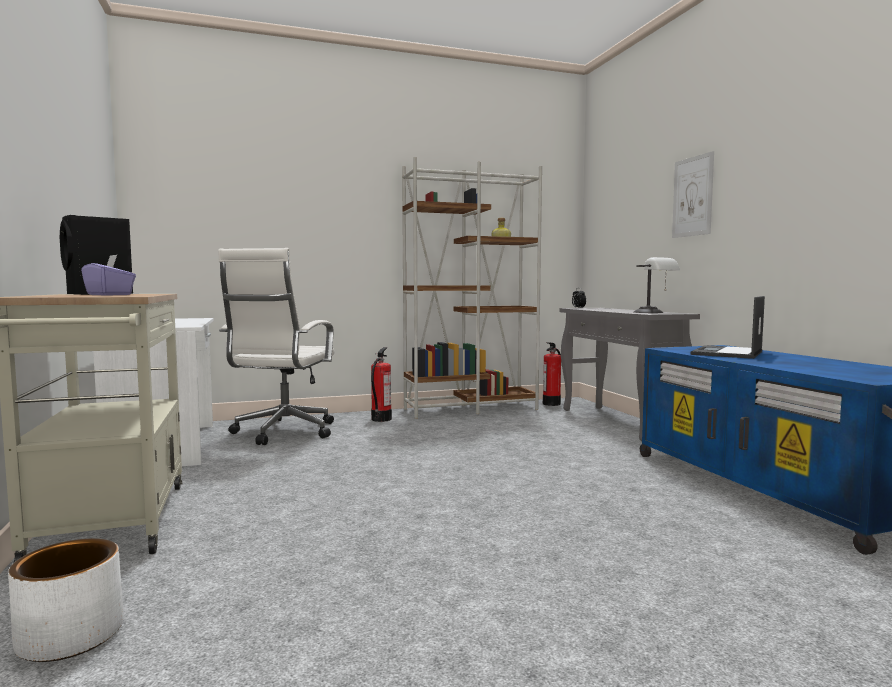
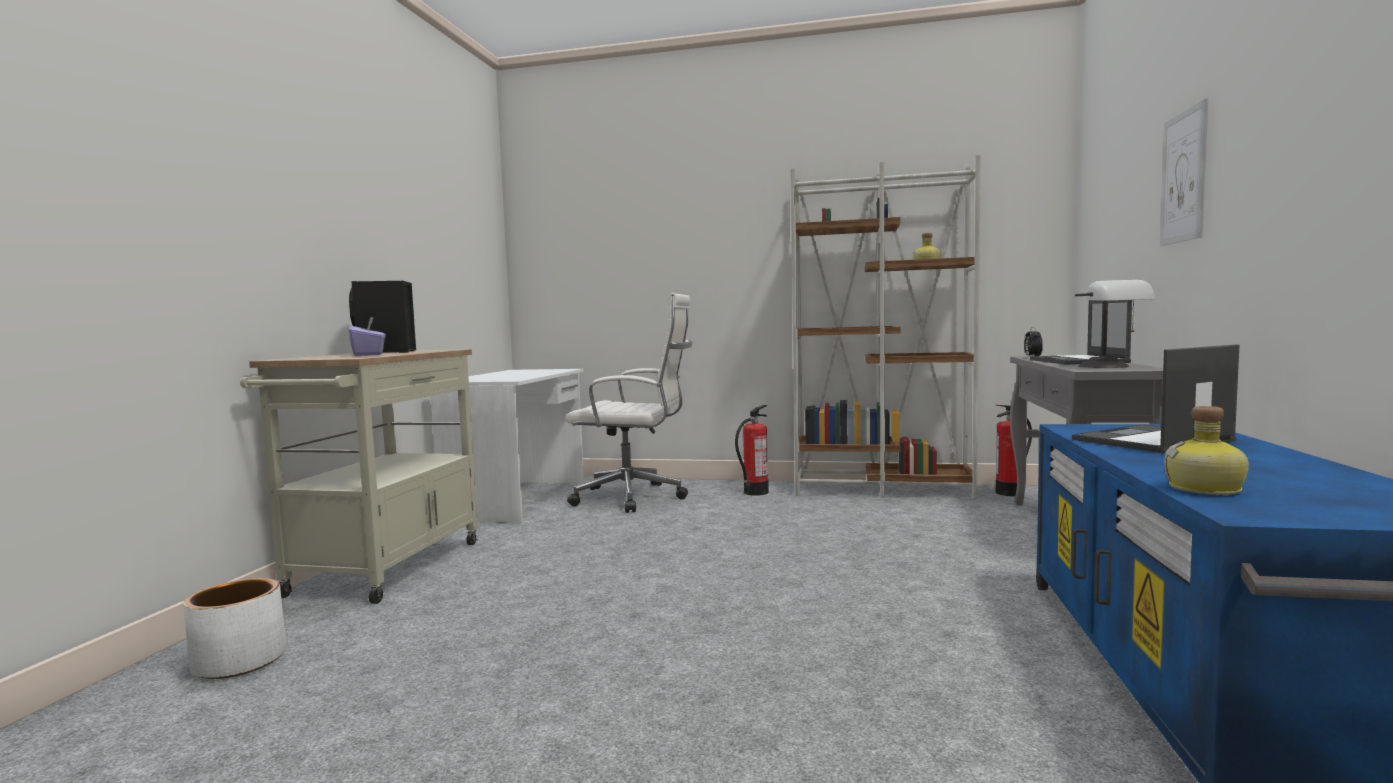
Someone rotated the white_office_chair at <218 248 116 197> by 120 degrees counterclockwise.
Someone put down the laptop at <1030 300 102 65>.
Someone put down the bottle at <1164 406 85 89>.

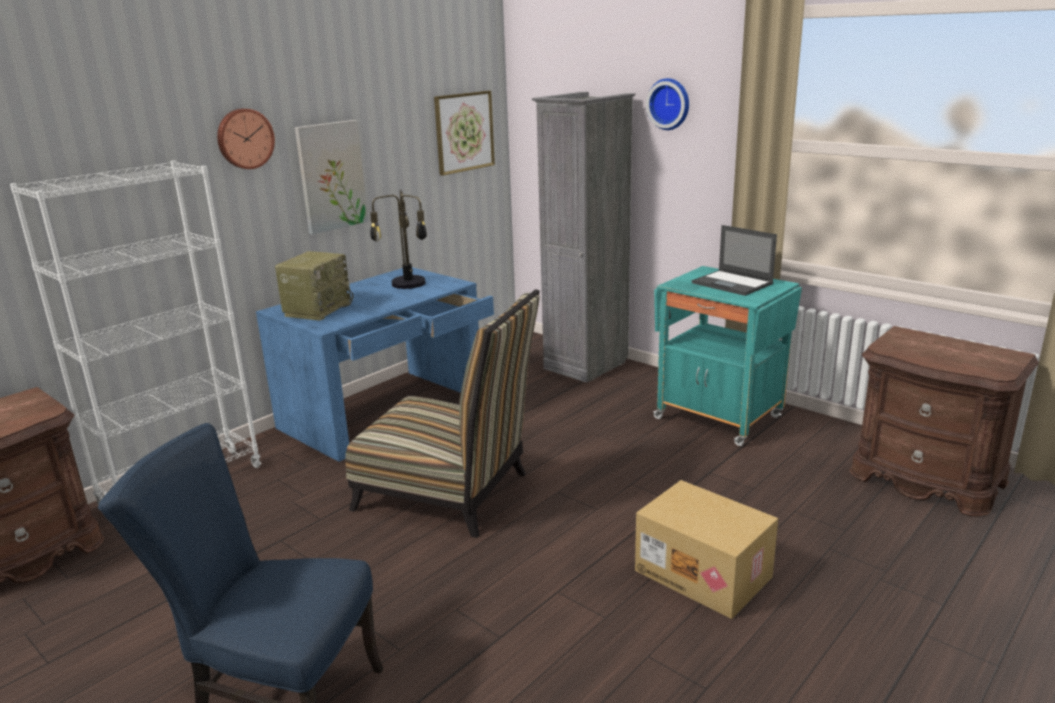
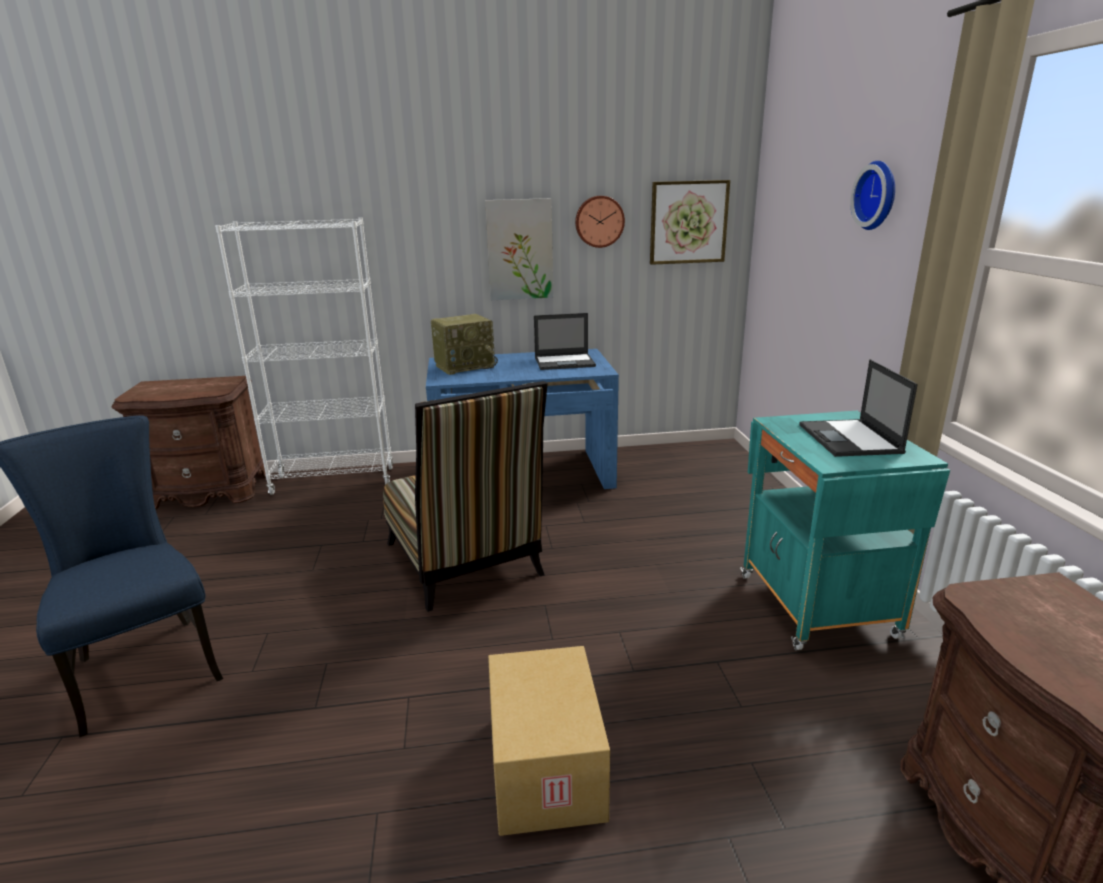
Someone carried the wall_clock from <217 109 58 60> to <575 196 50 52>.
Someone swapped the table_lamp at <370 189 57 100> for the laptop at <534 313 62 57>.
Someone took away the grey_cabinet at <531 92 105 291>.

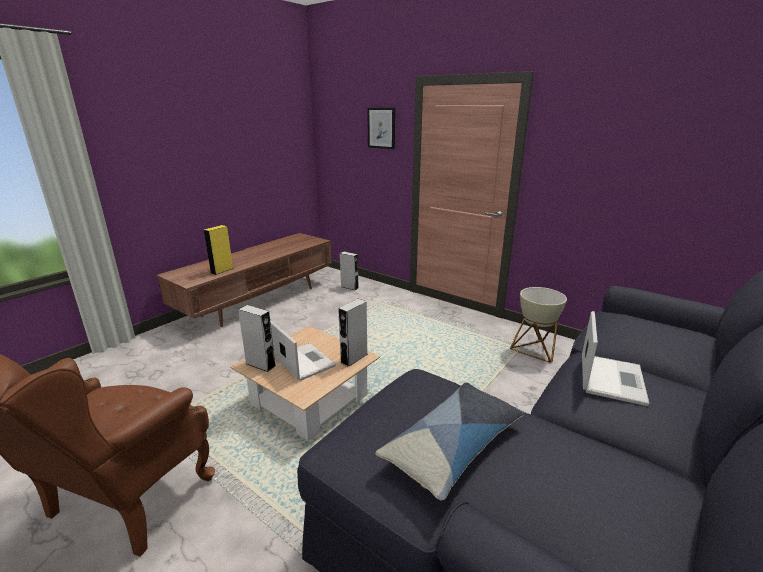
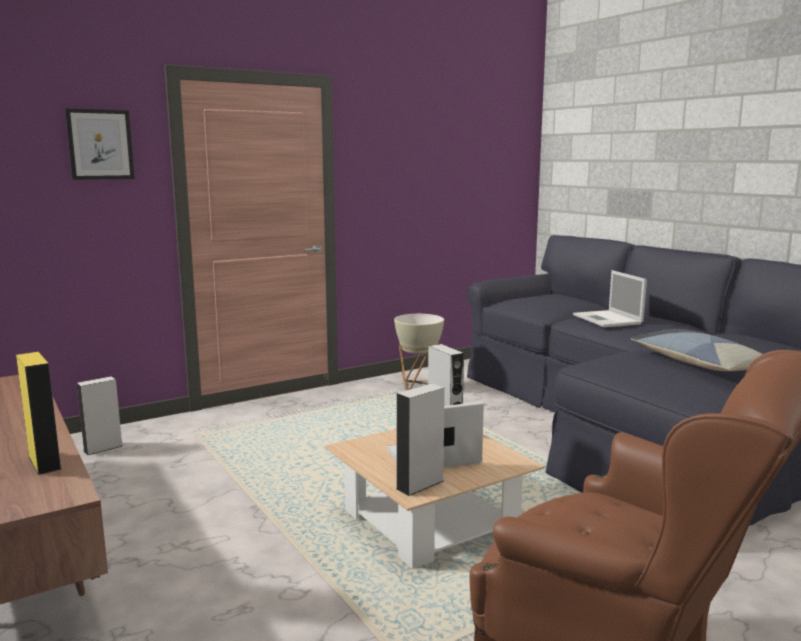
Someone rotated the laptop at <582 311 68 95> by 150 degrees counterclockwise.

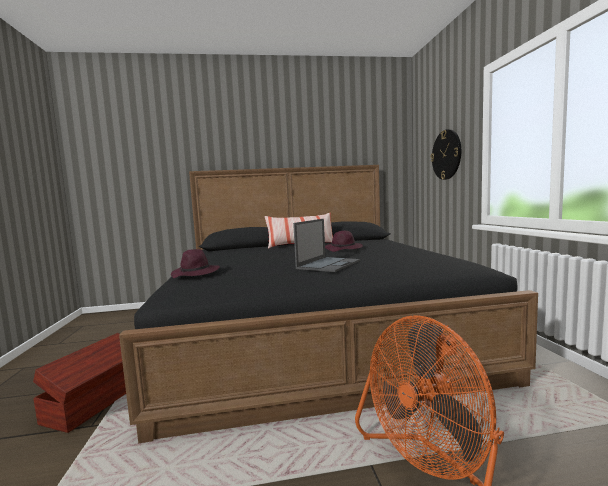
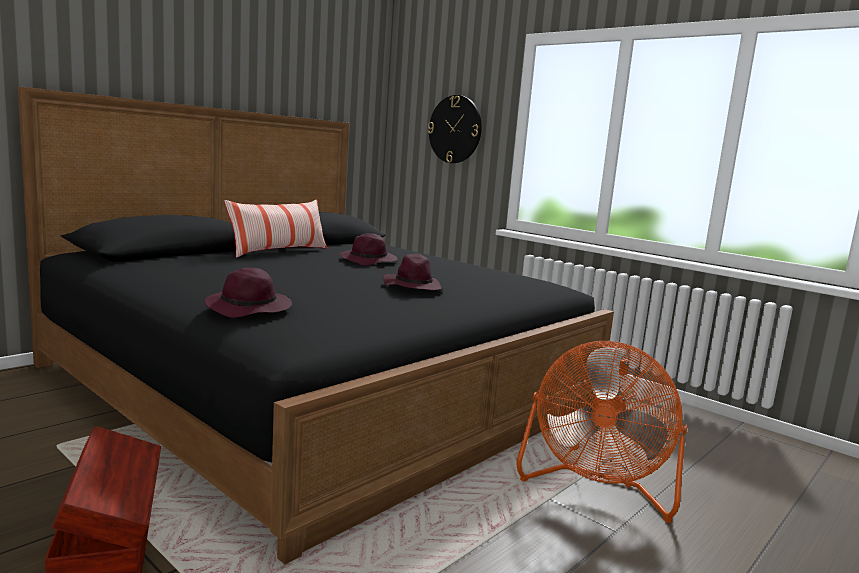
Someone swapped the laptop at <293 219 67 53> for the purple_hat at <383 254 60 36>.

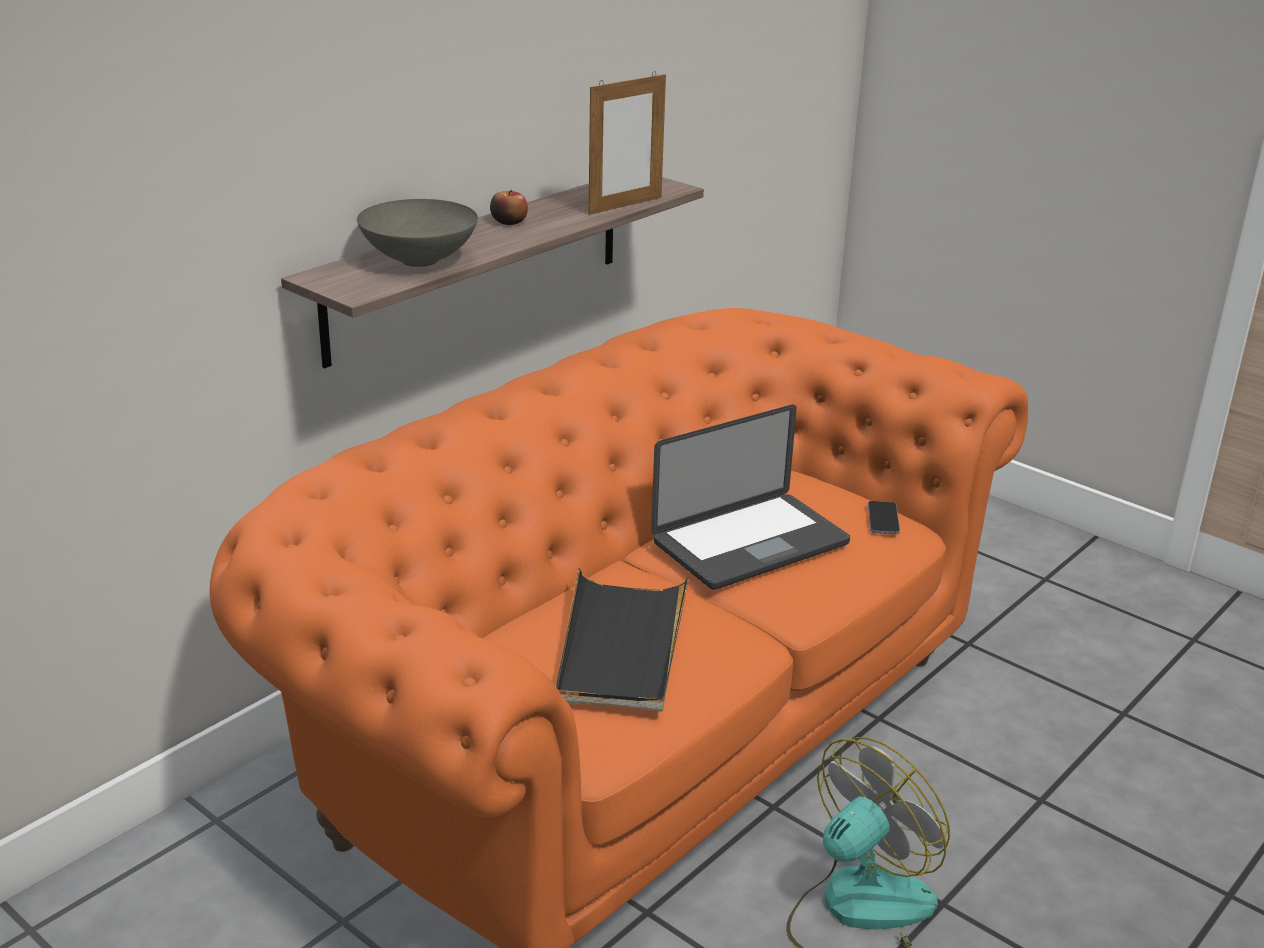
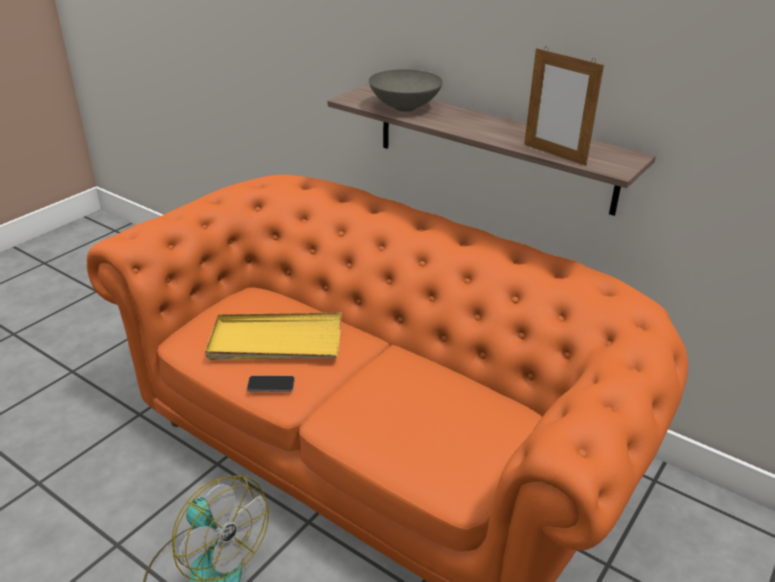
Someone took away the apple at <490 190 38 35>.
Someone repainted the black_tray at <556 568 133 143>, which became the yellow_tray at <205 312 137 48>.
Someone took away the laptop at <651 405 199 185>.
Someone carried the phone from <868 501 32 33> to <247 376 48 16>.

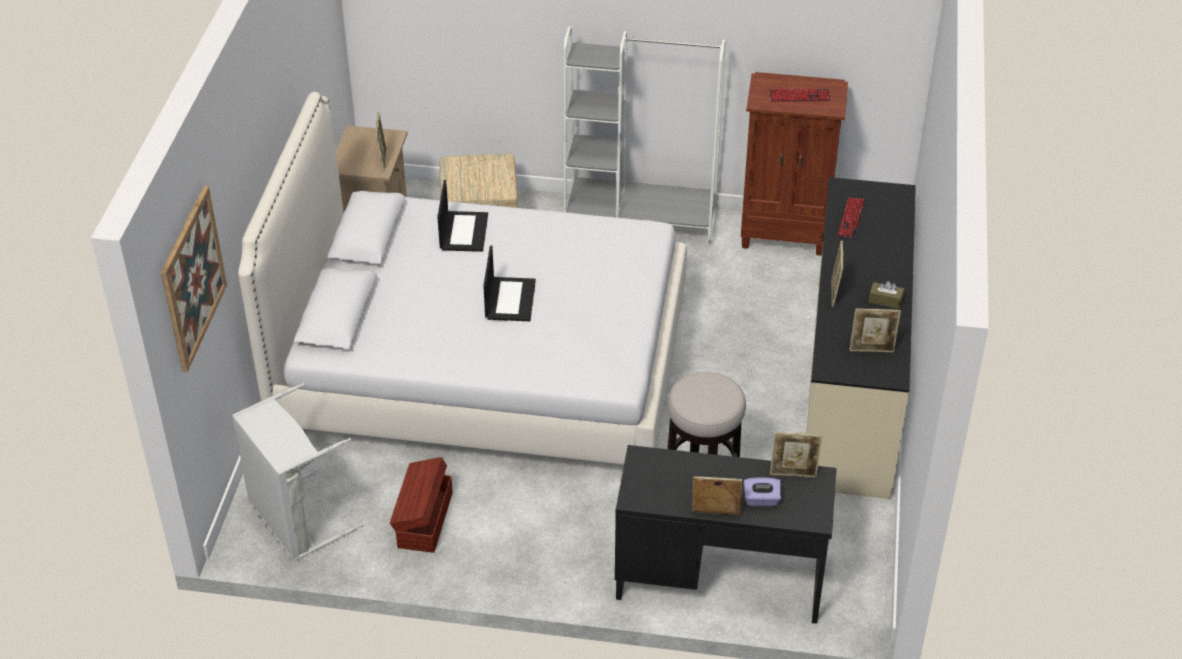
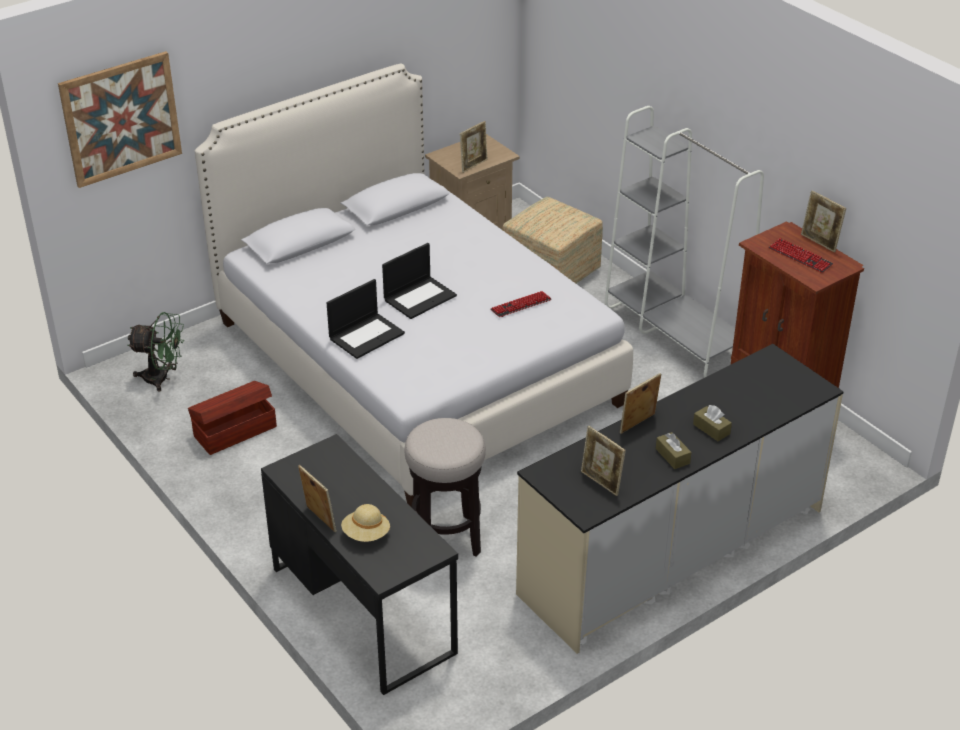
Someone swapped the grey_laundry_basket at <232 383 131 179> for the green_fan at <127 312 57 80>.
Someone carried the laptop from <437 180 51 72> to <327 279 78 80>.
Someone swapped the purple_tissue_box at <744 477 37 29> for the beige_hat at <341 504 49 38>.
Someone carried the picture_frame from <770 432 53 45> to <801 190 45 63>.
Someone carried the keyboard from <837 197 28 41> to <490 291 61 26>.
Someone put down the brown_tissue_box at <693 405 39 36>.

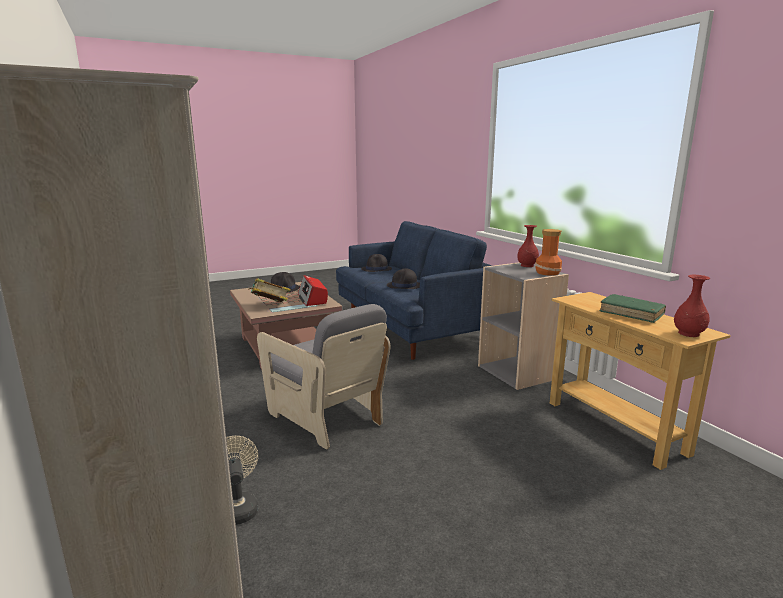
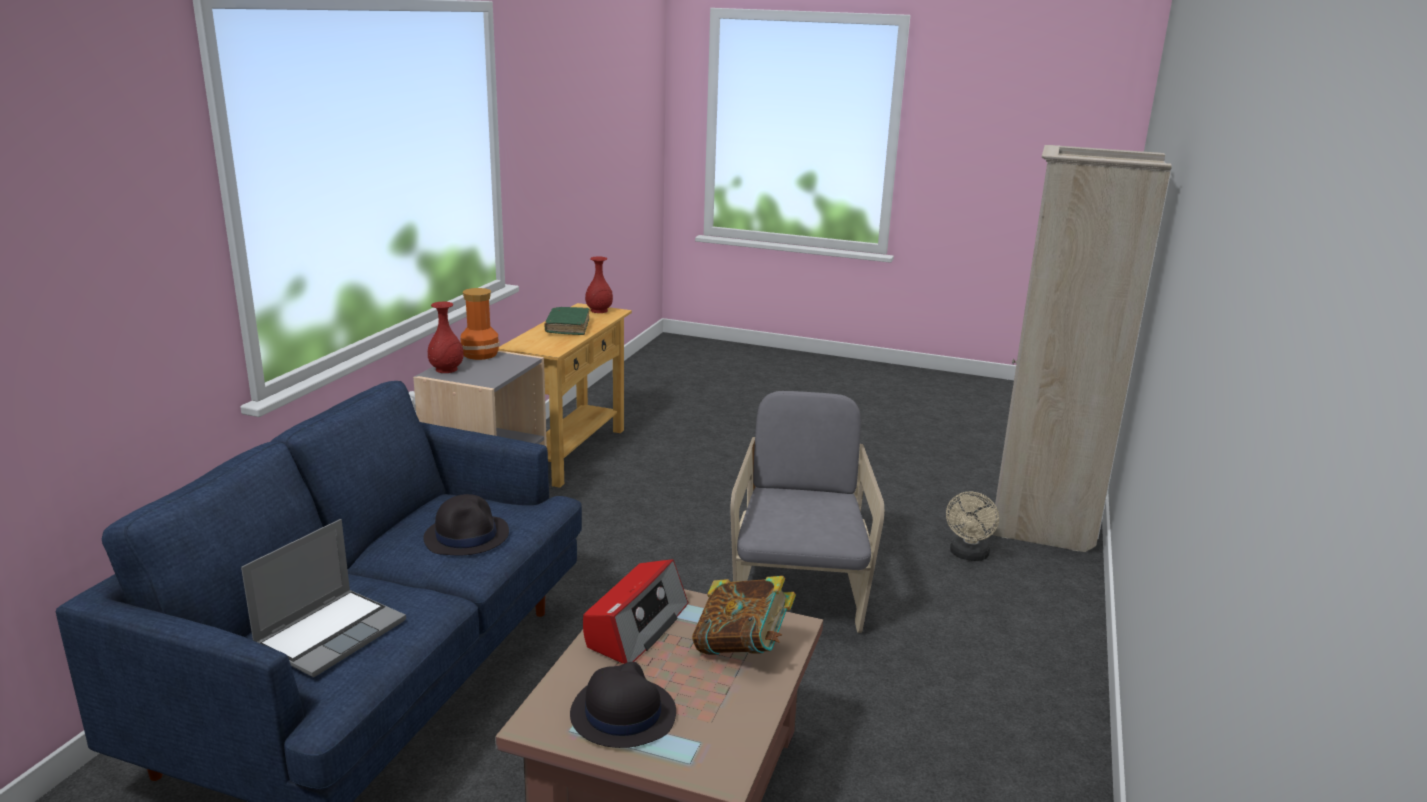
Someone swapped the black_hat at <361 254 31 18> for the laptop at <241 519 165 158>.

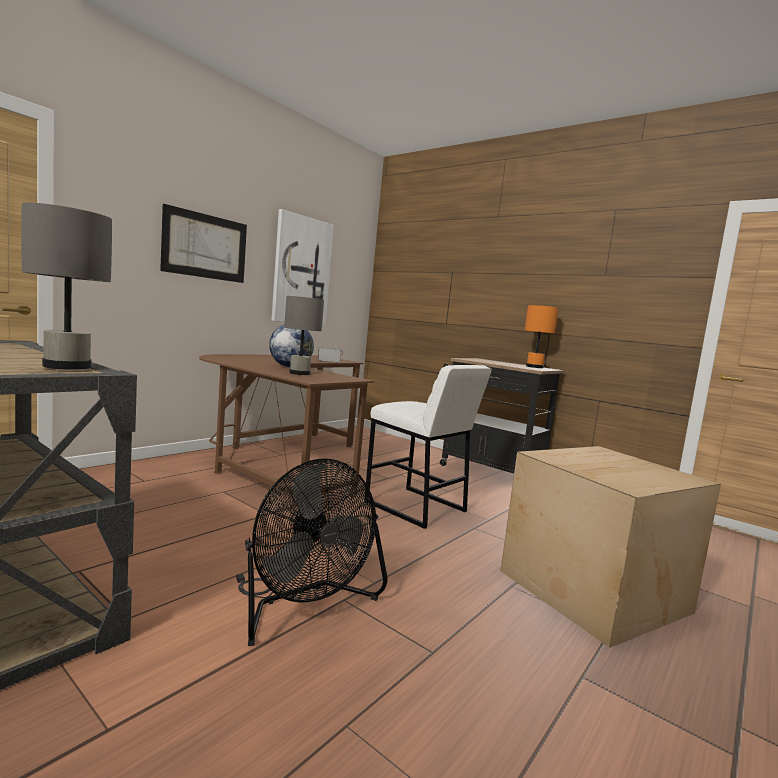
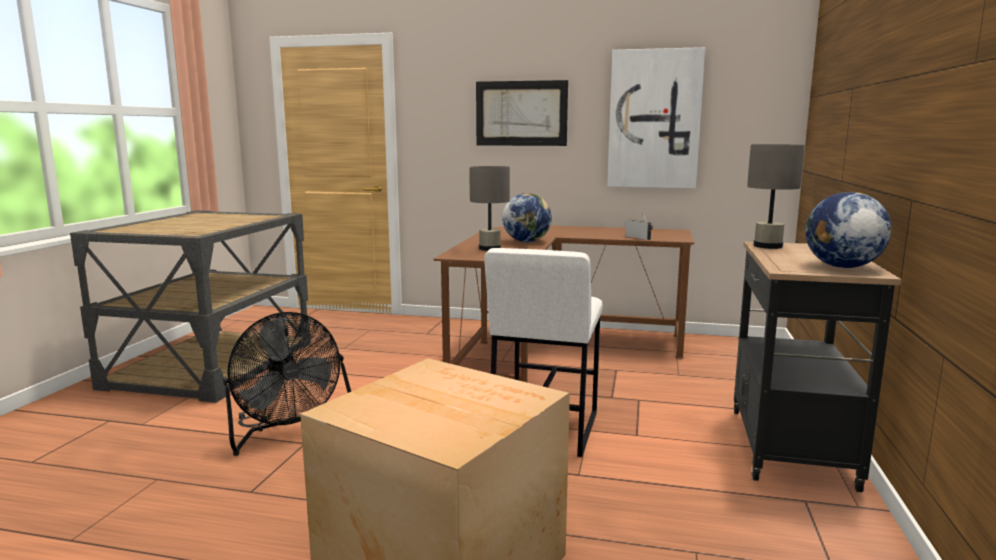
Someone carried the grey_table_lamp from <21 203 91 167> to <747 144 58 105>.
Someone rotated the black_fan at <236 459 152 187> by 60 degrees counterclockwise.
Someone swapped the orange_table_lamp at <525 305 34 63> for the globe at <805 192 87 76>.

